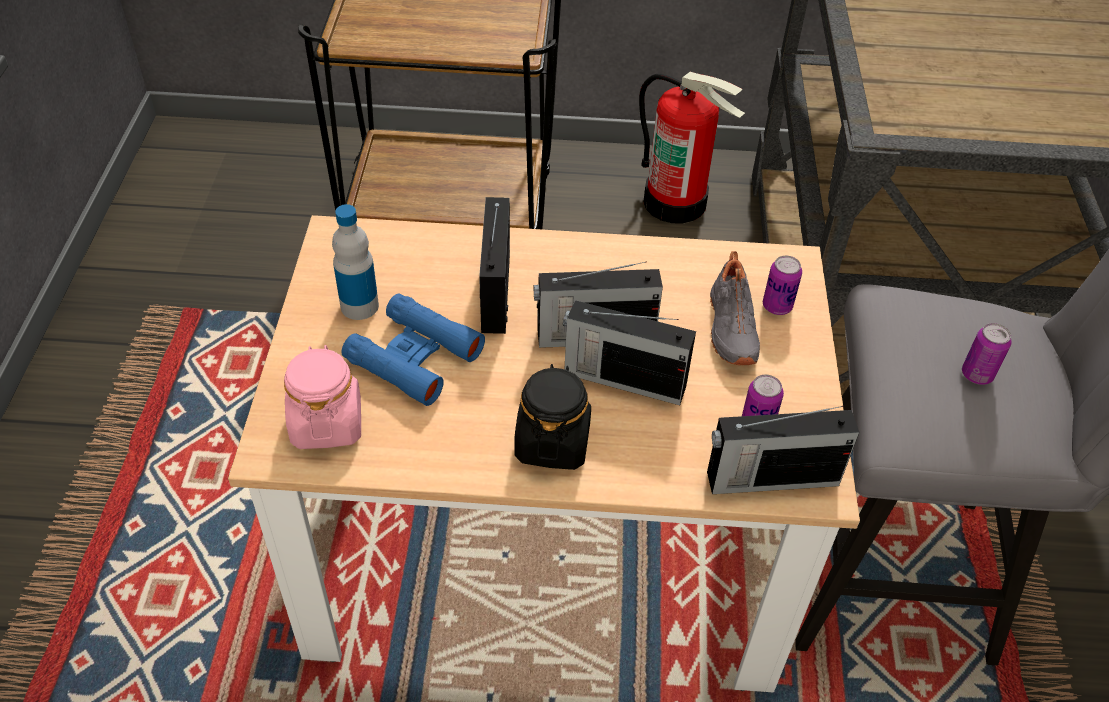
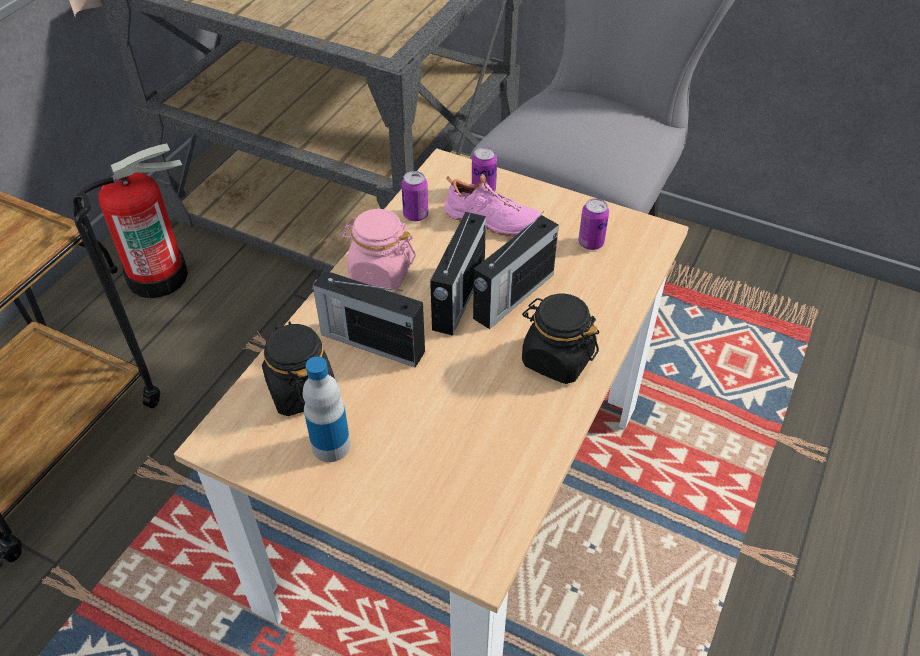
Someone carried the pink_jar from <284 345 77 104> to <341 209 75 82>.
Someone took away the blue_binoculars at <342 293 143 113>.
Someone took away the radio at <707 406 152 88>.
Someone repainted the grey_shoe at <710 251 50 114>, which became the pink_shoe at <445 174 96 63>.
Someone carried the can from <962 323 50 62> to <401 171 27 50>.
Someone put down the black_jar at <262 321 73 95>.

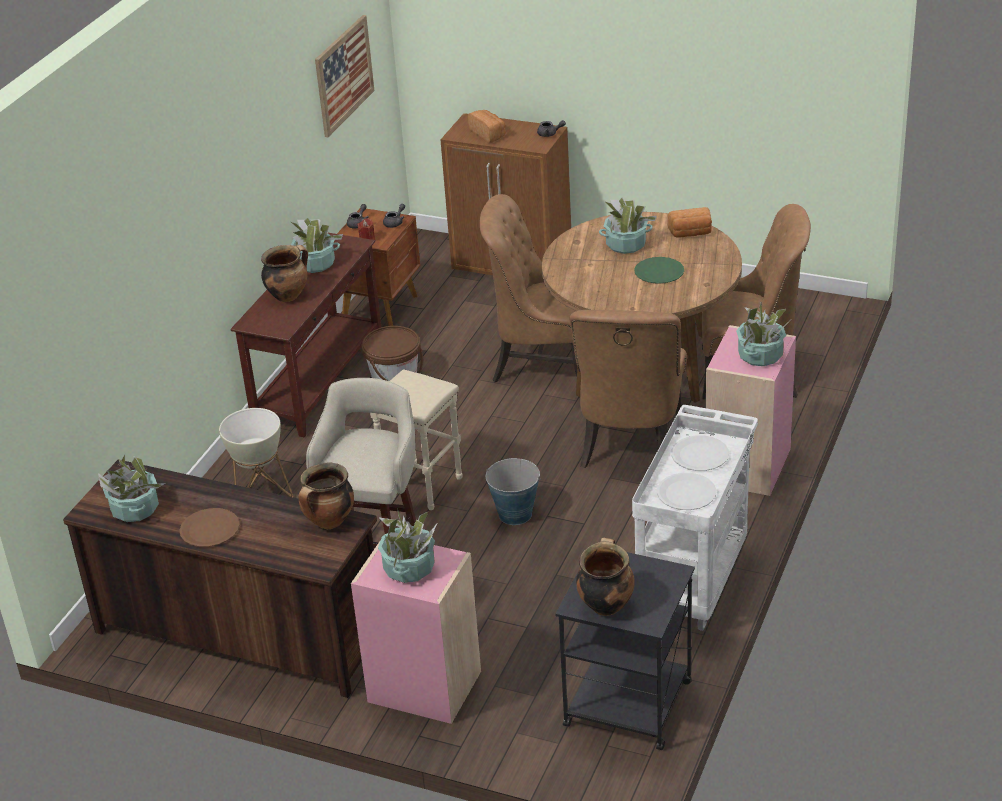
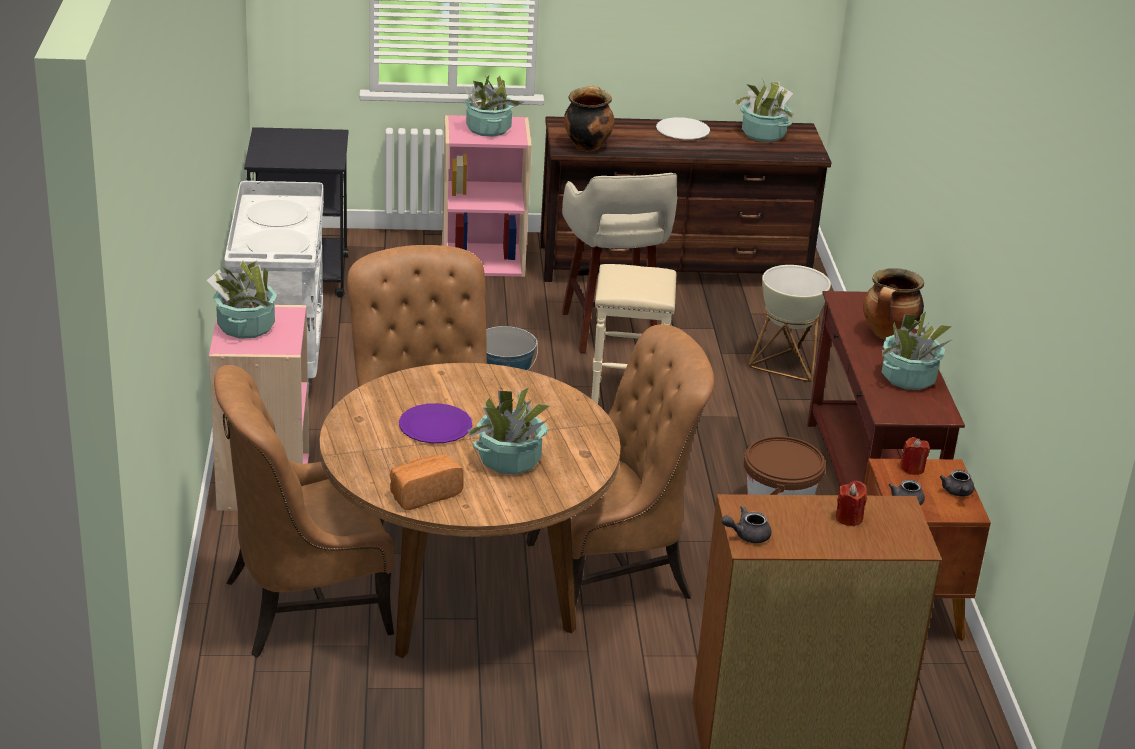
Someone repainted the brown_plate at <179 508 61 39>, which became the white_plate at <656 117 54 23>.
Someone took away the picture at <315 15 60 122>.
Someone swapped the bread at <468 110 38 33> for the red_candle at <836 481 31 45>.
Someone took away the cooking_pot at <576 538 59 78>.
Someone repainted the green_plate at <634 257 50 27>, which became the purple_plate at <399 403 73 40>.

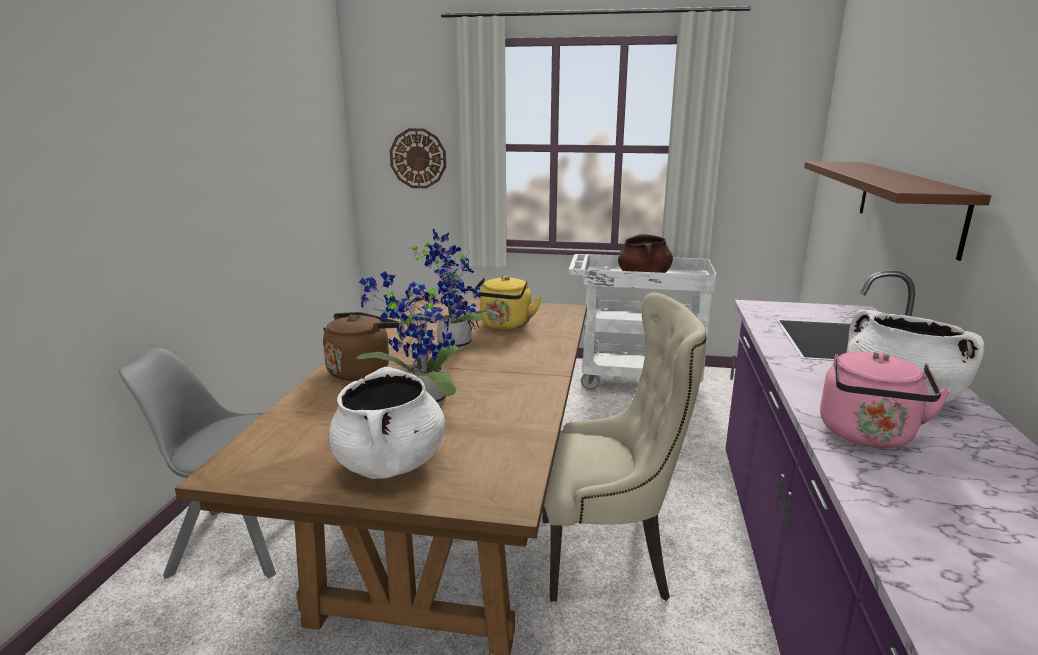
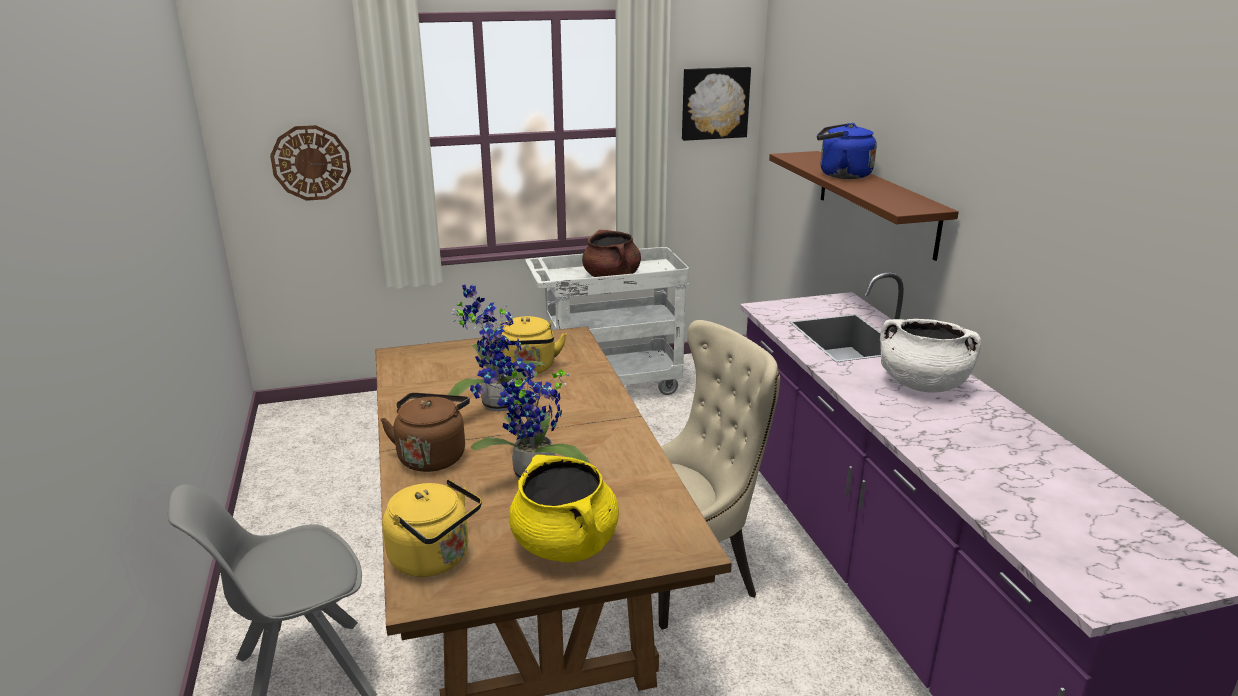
Someone repainted the white_cooking_pot at <328 367 117 112>, which became the yellow_cooking_pot at <509 455 110 107>.
Someone took away the pink_kettle at <820 352 131 96>.
Someone put down the yellow_kettle at <382 479 100 98>.
Someone put up the picture at <682 67 69 74>.
Someone put down the blue_kettle at <817 123 60 56>.

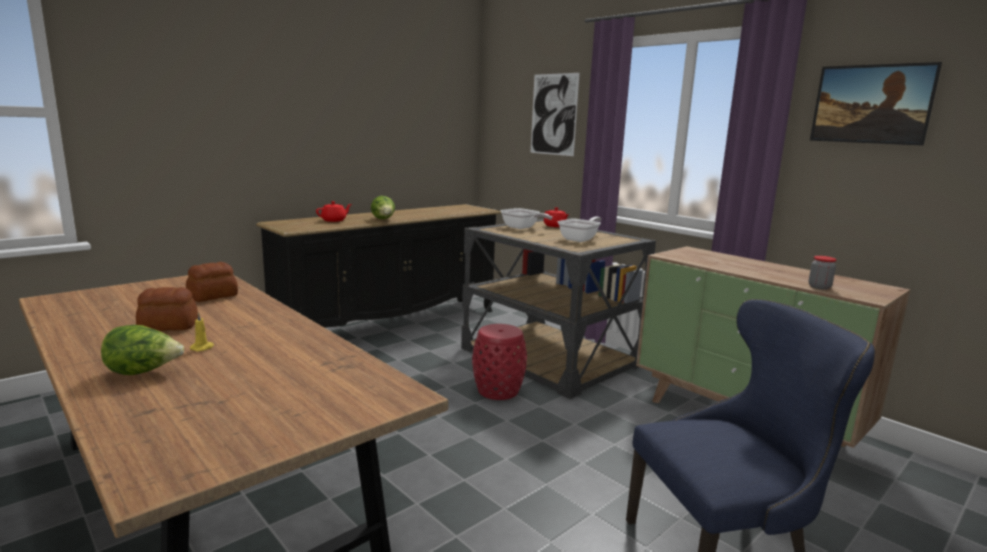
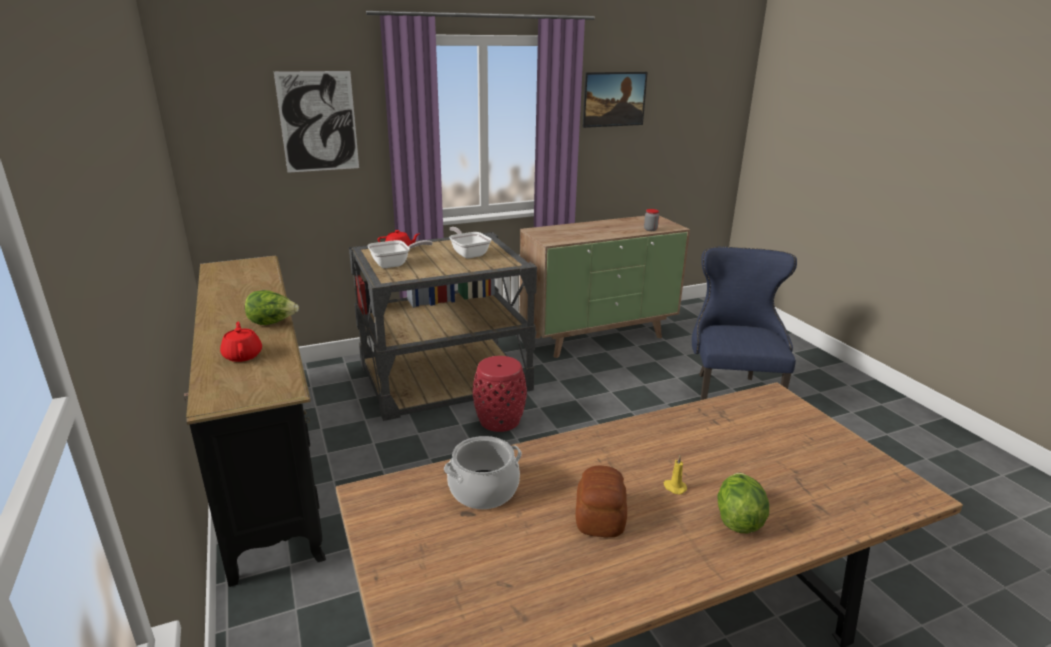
Someone swapped the bread at <186 262 52 40> for the cooking_pot at <444 436 78 73>.

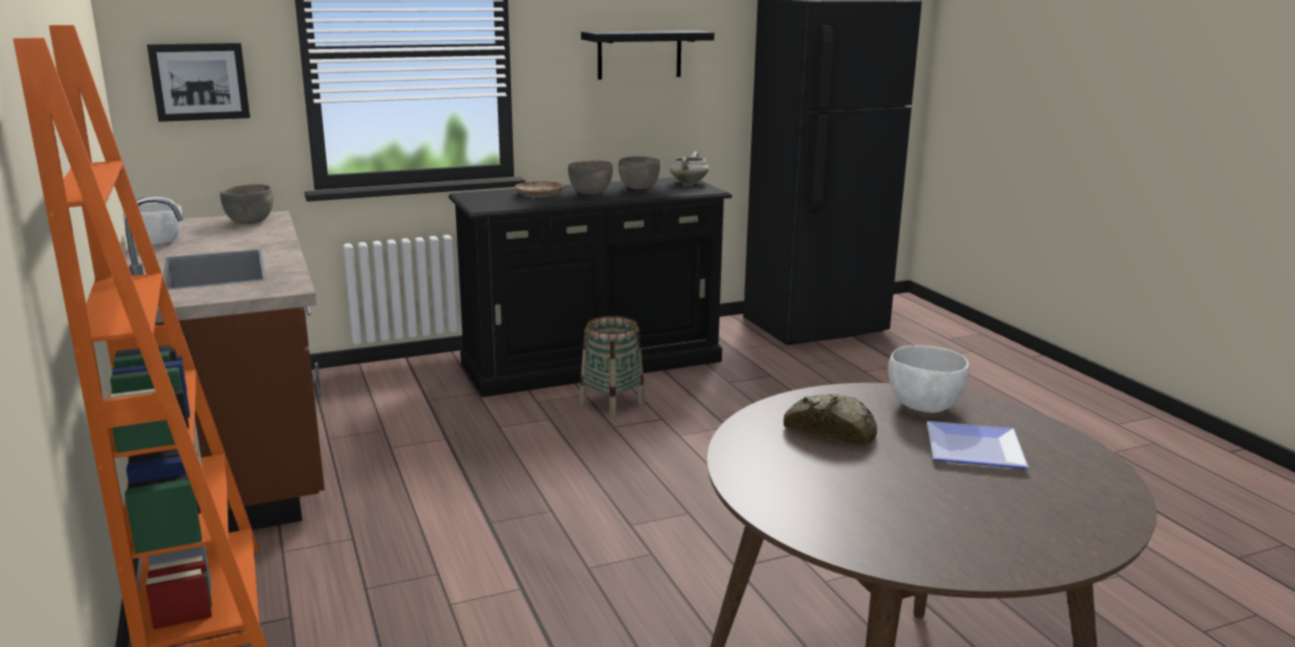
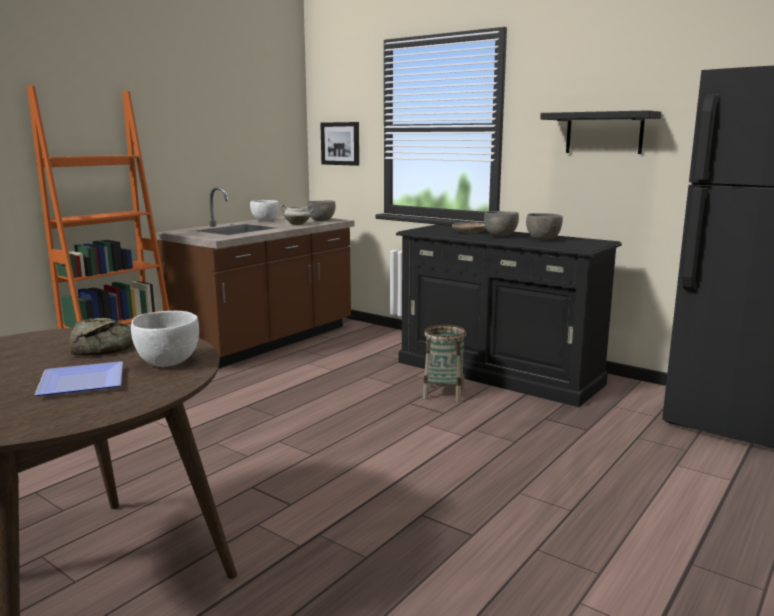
Someone carried the white_cooking_pot from <670 152 39 32> to <280 204 34 21>.

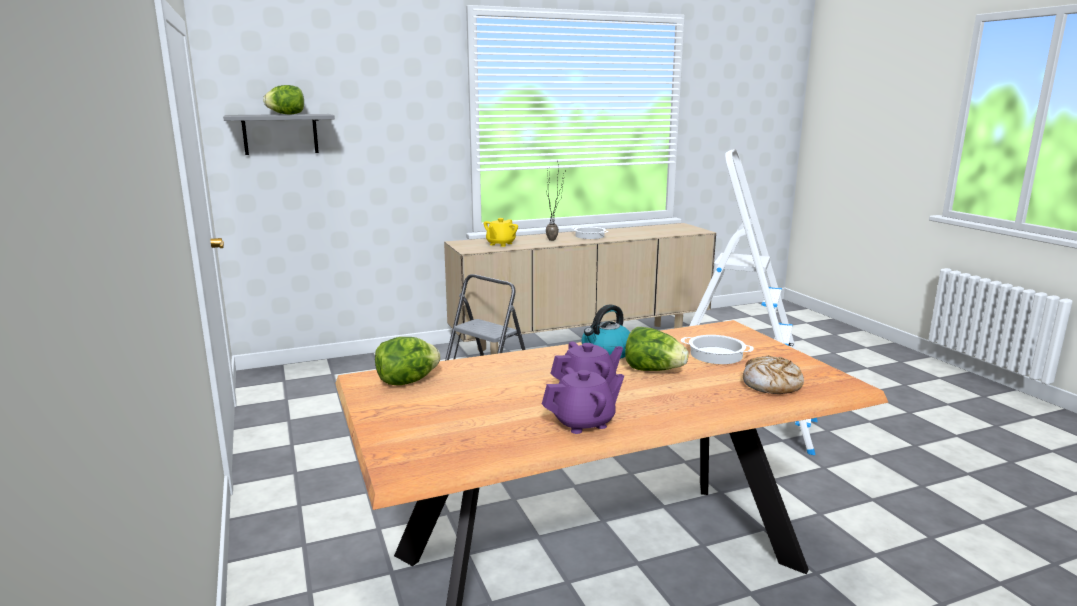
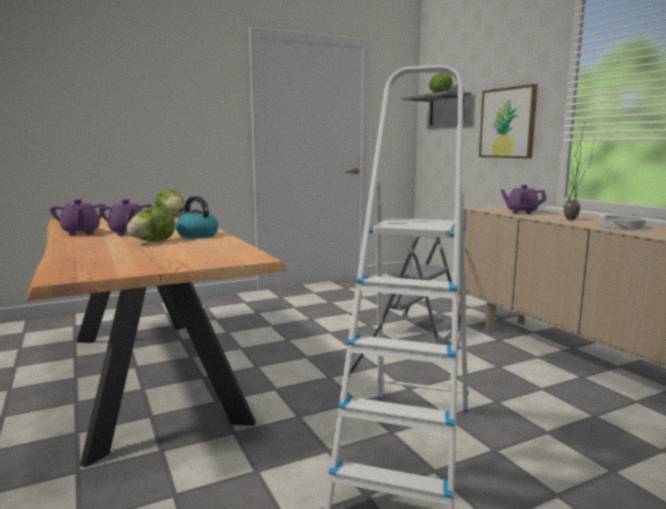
Someone repainted the yellow_teapot at <484 218 34 29>, which became the purple_teapot at <500 185 47 29>.
Someone took away the cooking_pot at <681 335 73 29>.
Someone took away the bread at <743 355 61 39>.
Someone put up the picture at <479 84 59 75>.

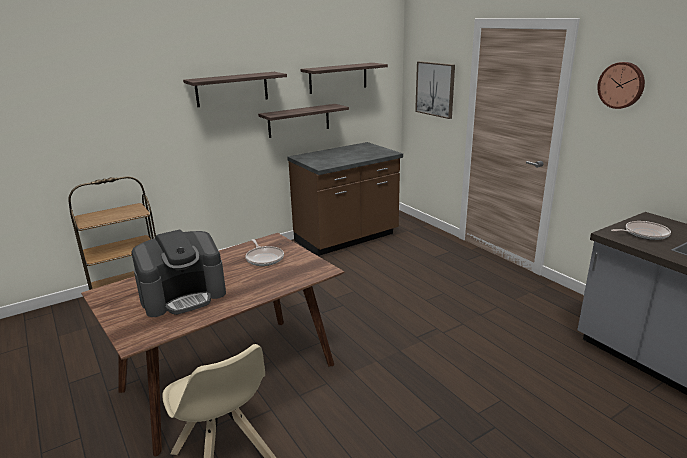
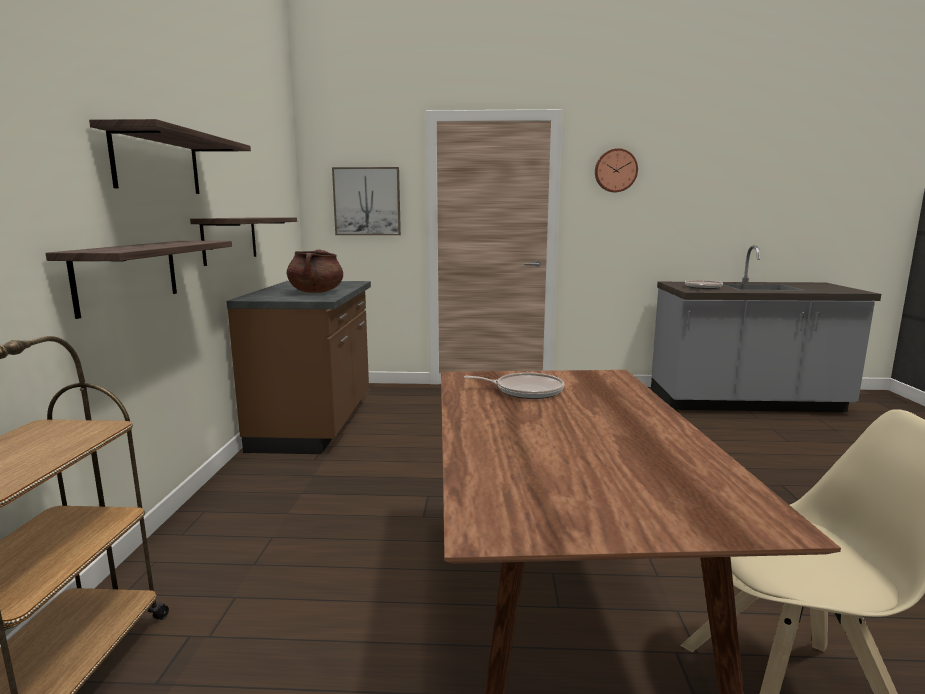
Someone took away the coffee_machine at <132 230 94 87>.
Someone carried the shelf from <300 63 88 31> to <46 241 186 78>.
Someone put down the brown_cooking_pot at <287 250 56 43>.

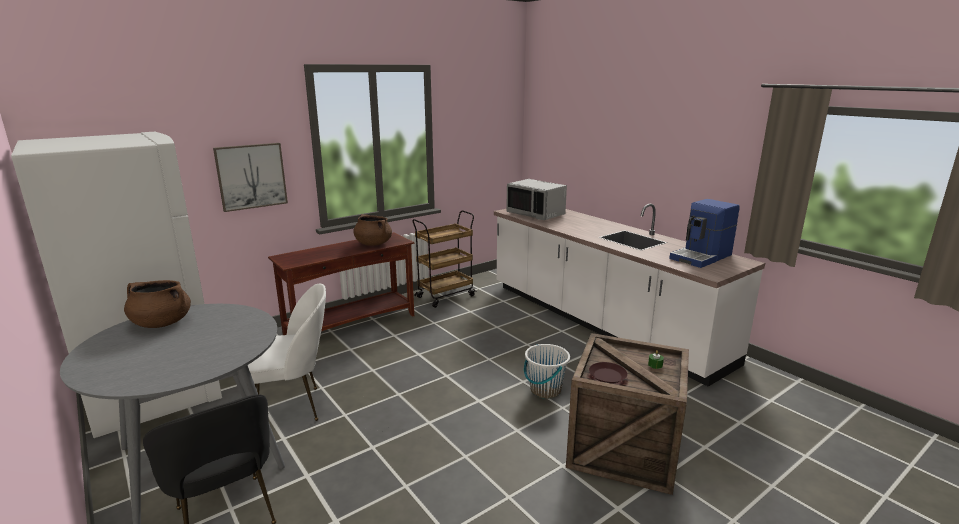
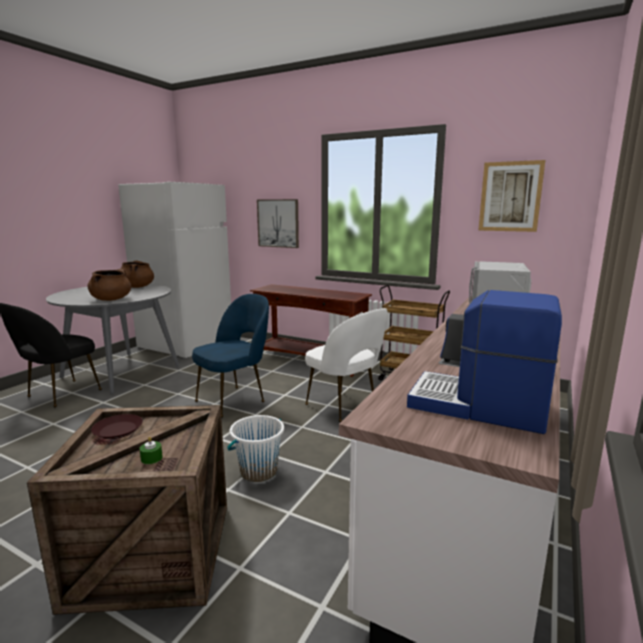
Someone carried the white_chair from <248 284 78 137> to <305 308 82 114>.
Someone carried the brown_cooking_pot from <353 214 39 32> to <87 269 44 32>.
Someone put down the blue_chair at <192 294 77 124>.
Someone put up the picture at <478 160 67 72>.

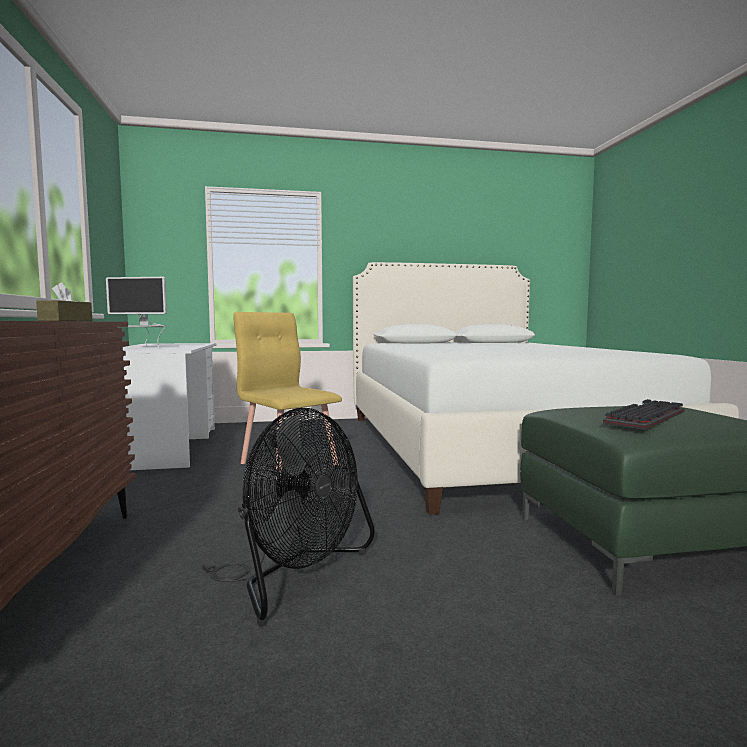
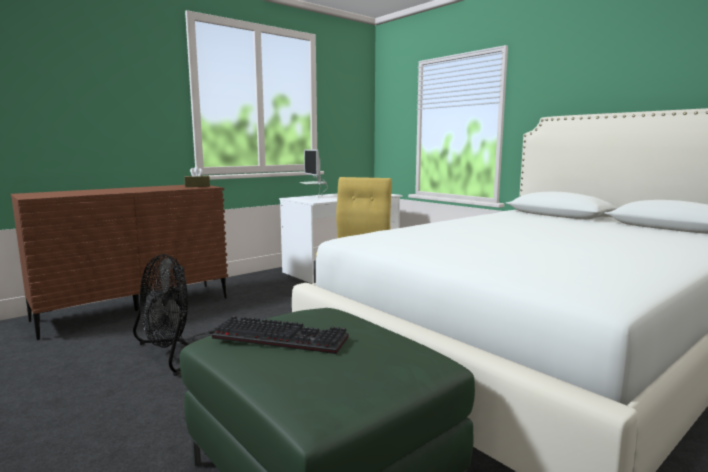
Someone rotated the black_fan at <202 408 173 219> by 45 degrees clockwise.

